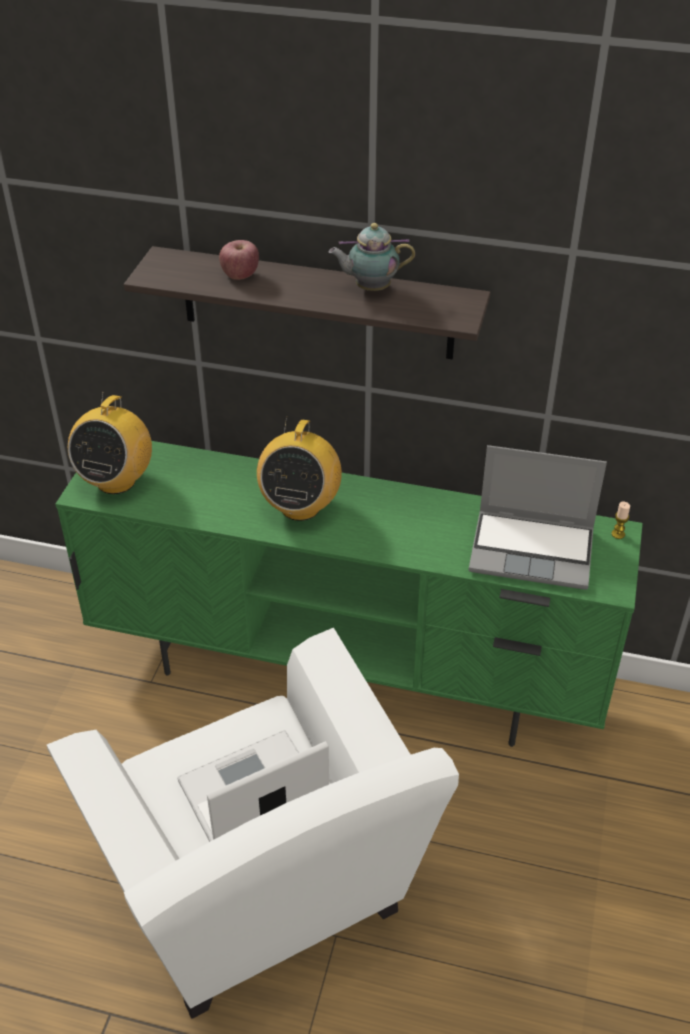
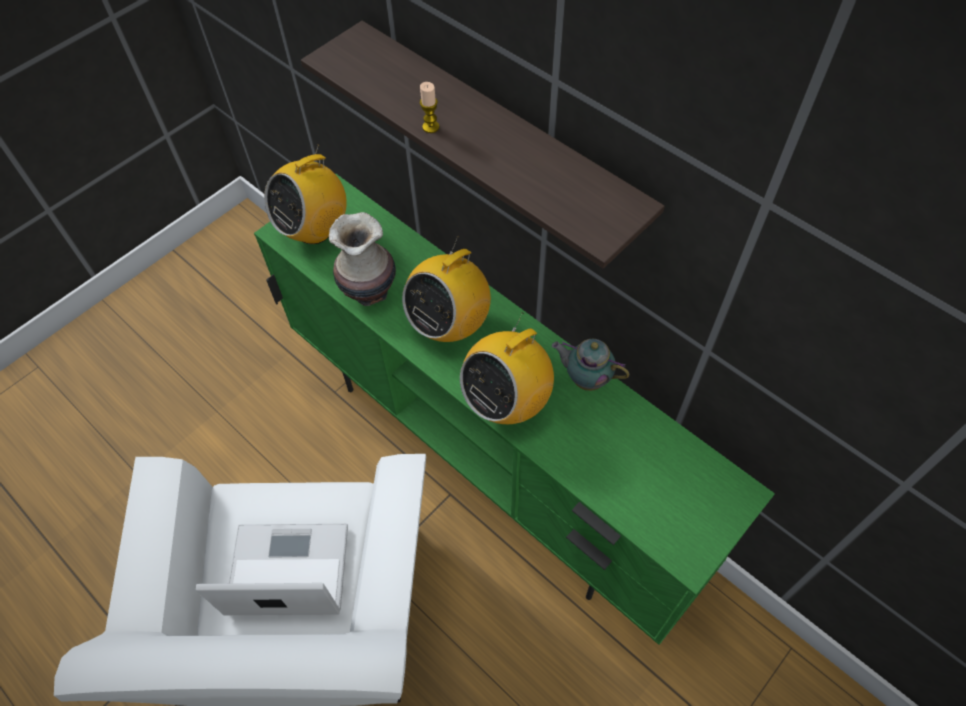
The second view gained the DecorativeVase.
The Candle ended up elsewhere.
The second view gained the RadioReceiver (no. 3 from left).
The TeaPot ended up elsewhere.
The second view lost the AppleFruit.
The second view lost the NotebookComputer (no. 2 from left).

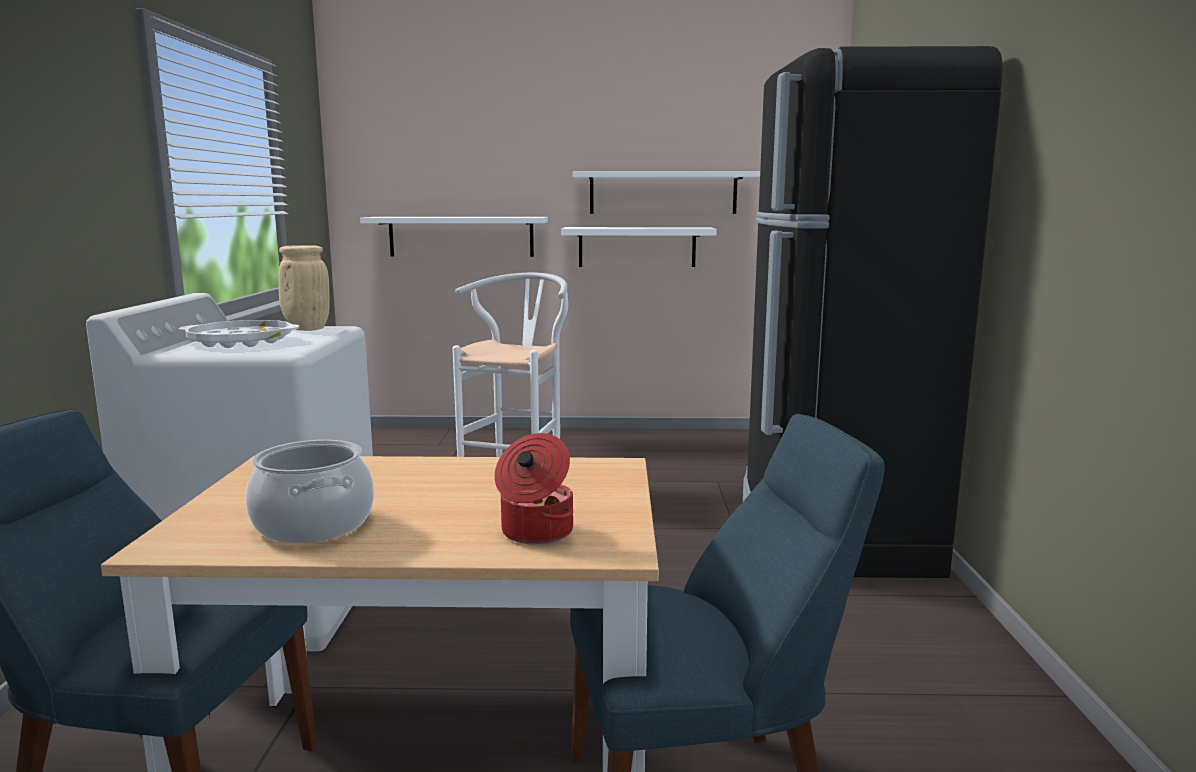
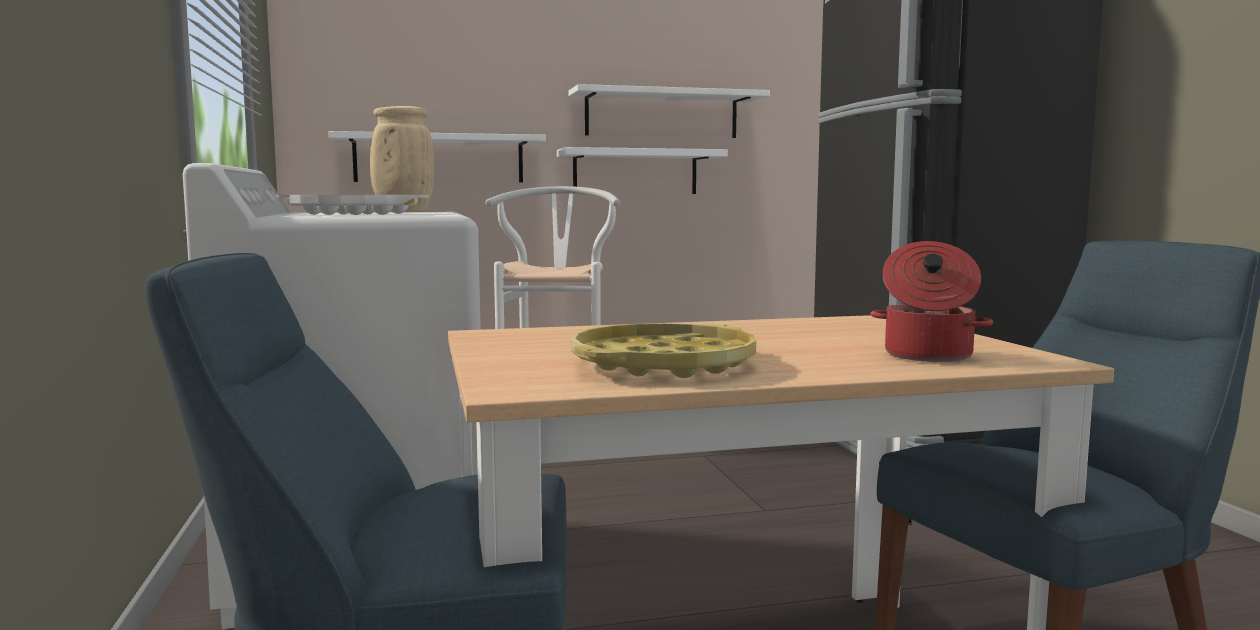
Where the Saucepot (no. 1 from left) stood, the YellowishServingTray came to stand.

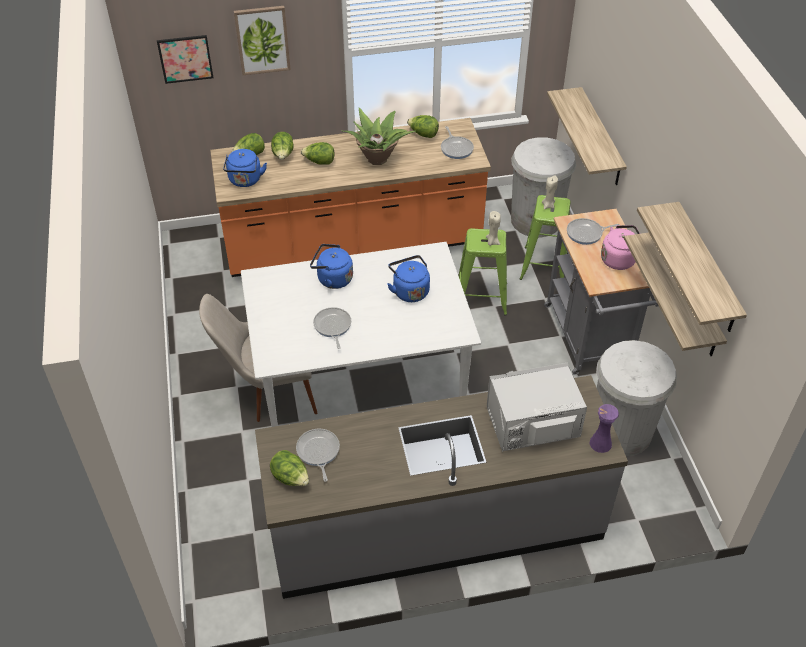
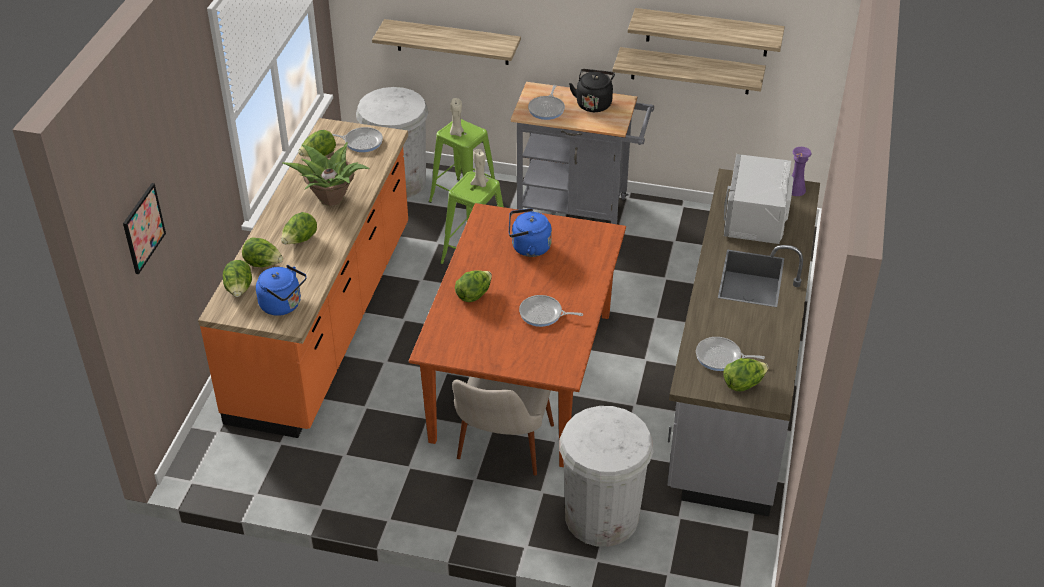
What was the WhiteColouredDiningTable turned into the BrownDiningTable.
Where the BlueKettle (no. 2 from left) stood, the LettuceHead (no. 5 from left) came to stand.
The WhiteColouredWasteBin (no. 2 from left) ended up elsewhere.
What was the PinkKettle turned into the BlackishKettle.
The second view lost the Picture (no. 2 from left).

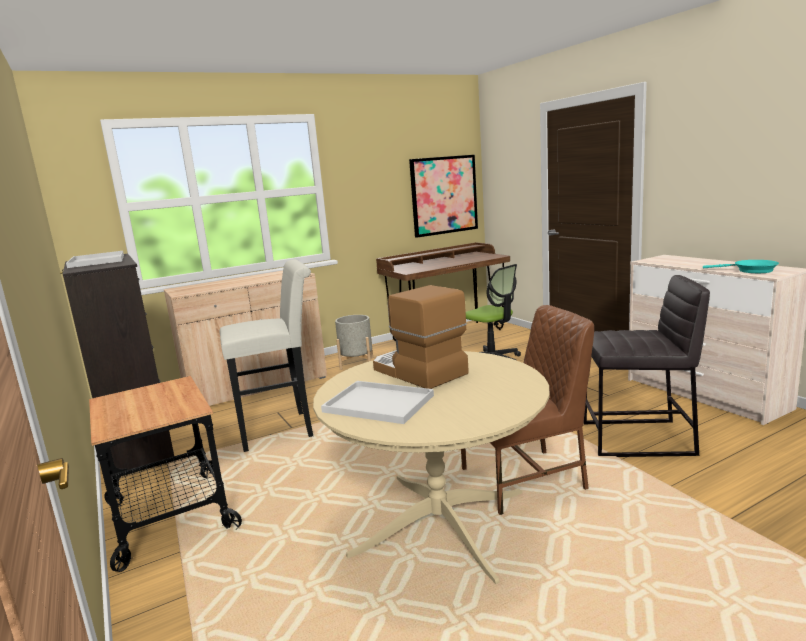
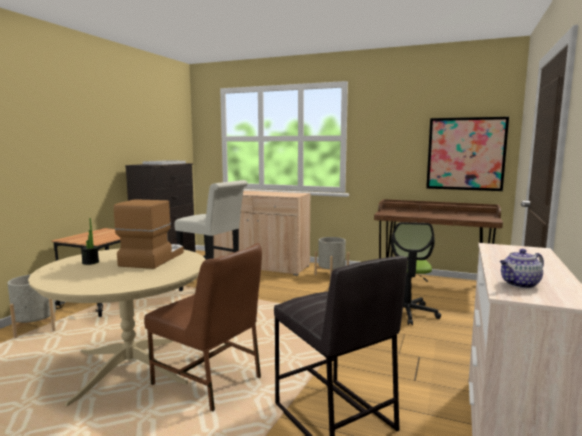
The second view gained the GrayPlantPot (no. 1 from left).
Where the WhiteColouredServingTray (no. 2 from left) stood, the Houseplant came to stand.
Where the TurquoiseFryingPan stood, the TeaPot came to stand.

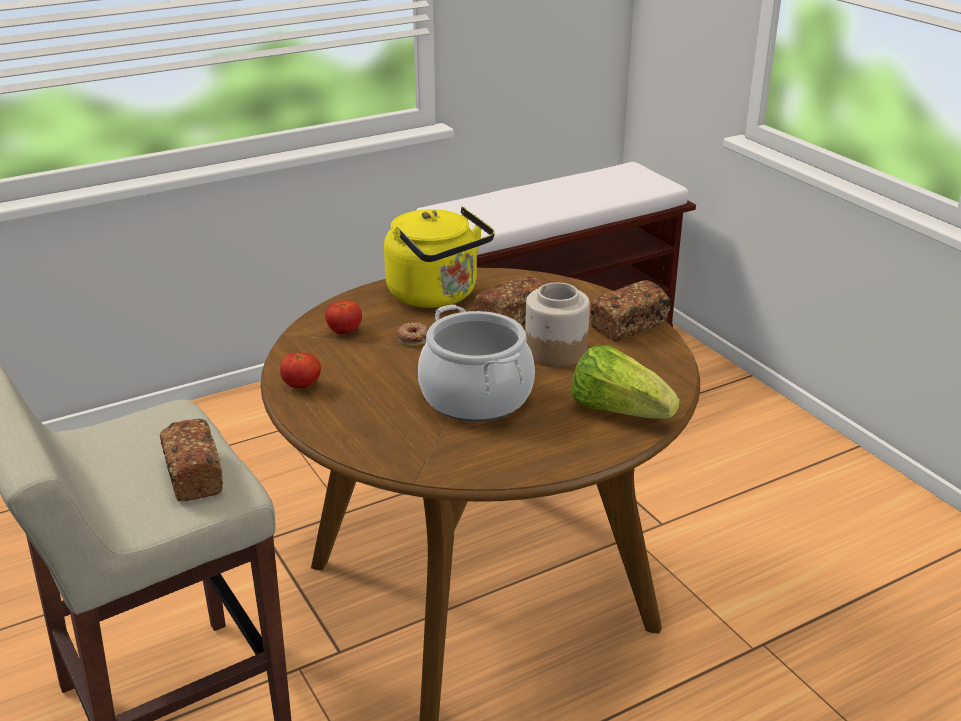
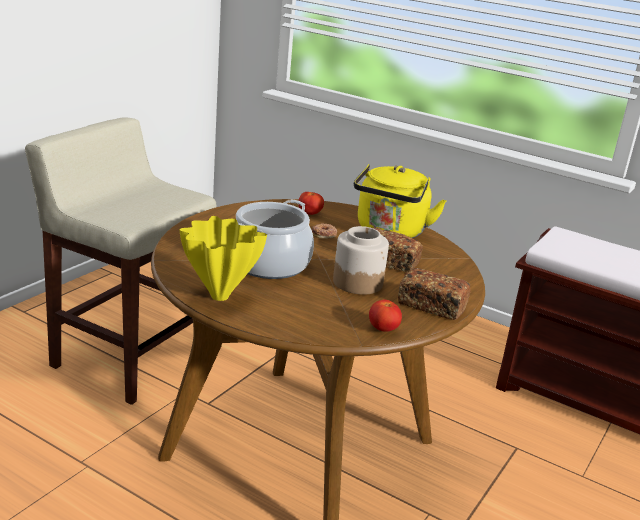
The second view gained the YellowishDecorativeVase.
The FreshTomato (no. 1 from left in the first image) ended up elsewhere.
The second view lost the BakedBread (no. 1 from left).
The second view lost the LettuceHead.

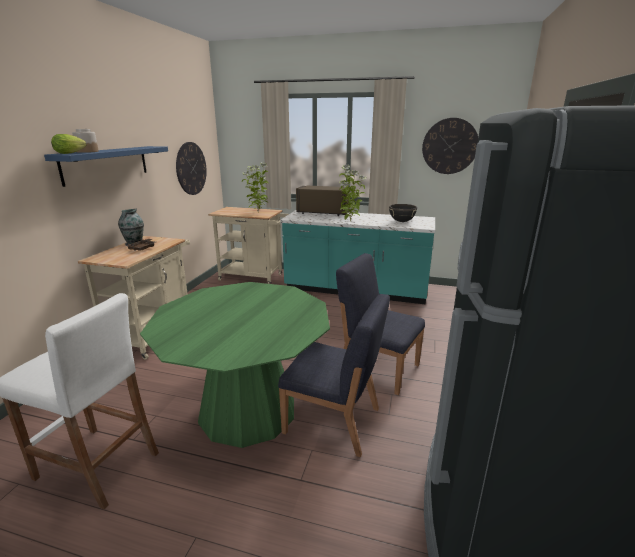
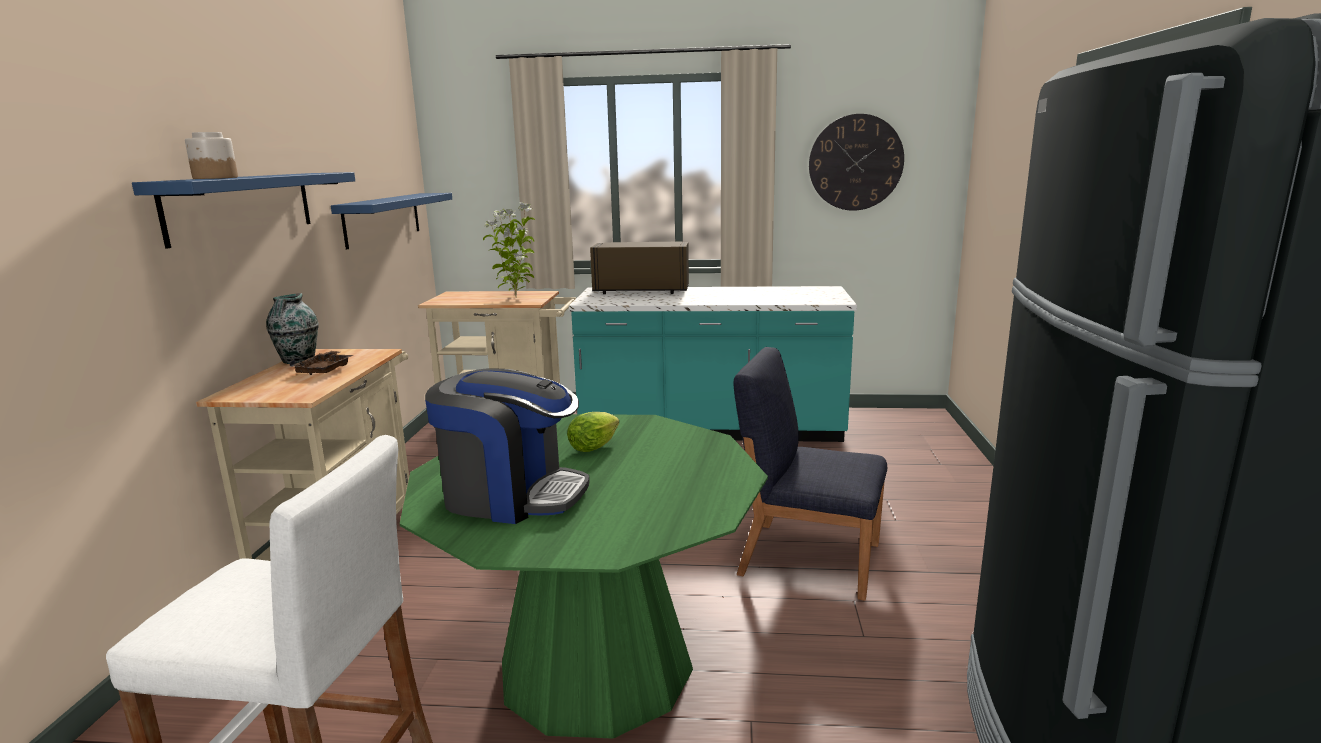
Where the ClockOnTheWall (no. 1 from left) hung, the BlueShelf (no. 2 from left) came to hang.
The second view gained the CoffeeBrewer.
The LettuceHead ended up elsewhere.
The second view lost the BlueUprightChair (no. 1 from left).
The second view lost the Houseplant (no. 2 from left).
The second view lost the BlackishSaucepot.

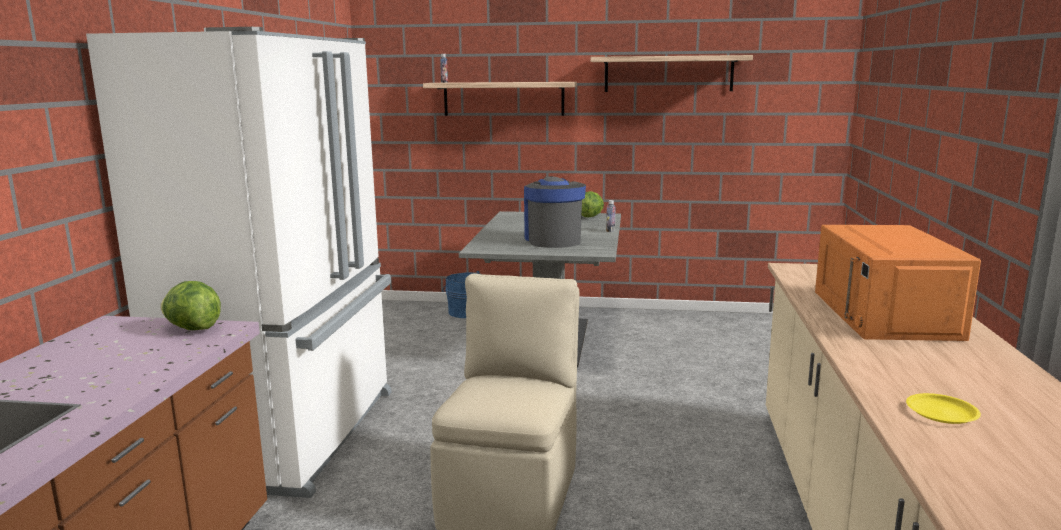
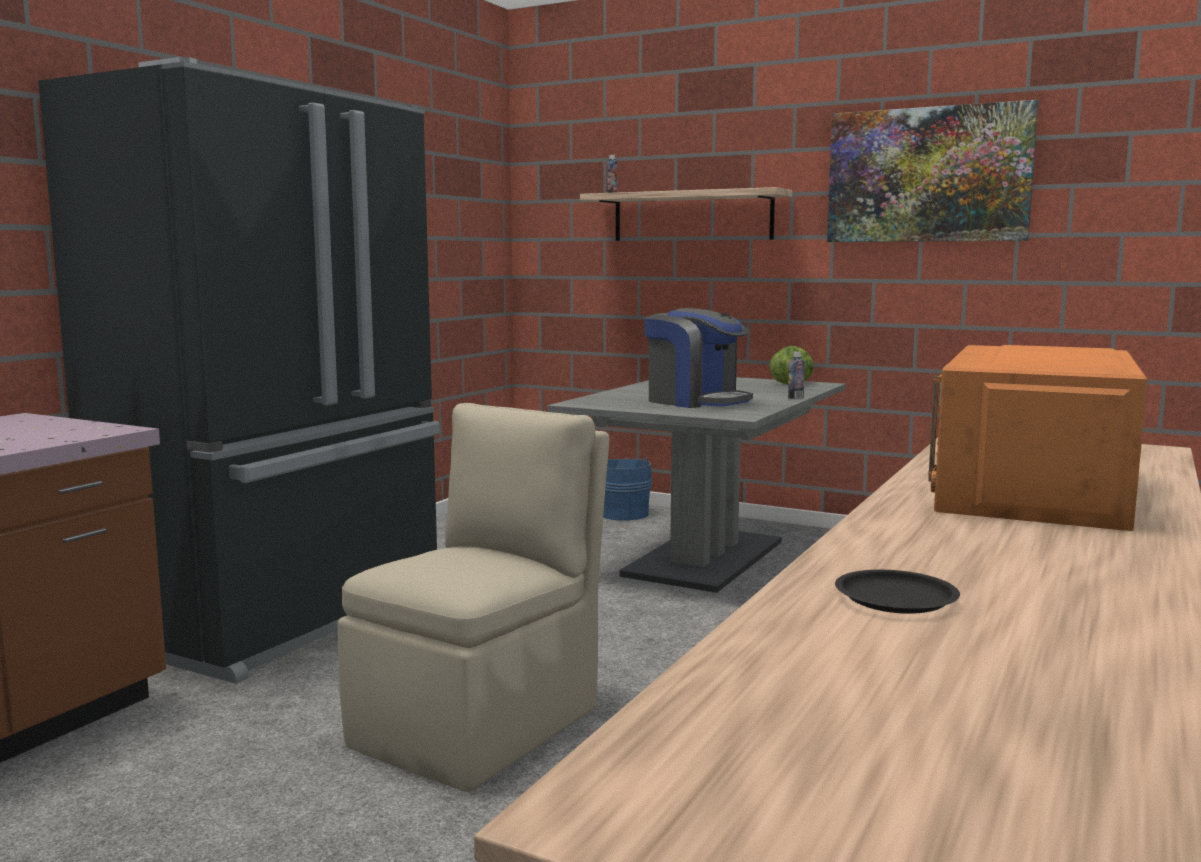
What was the WhiteColouredRefrigerator turned into the BlackishRefrigerator.
The CoffeeBrewer ended up facing another way, 120 degrees clockwise from before.
Where the Shelf (no. 2 from left) hung, the Picture came to hang.
What was the YellowishDinnerPlate turned into the BlackishDinnerPlate.
The second view lost the LettuceHead (no. 1 from left).

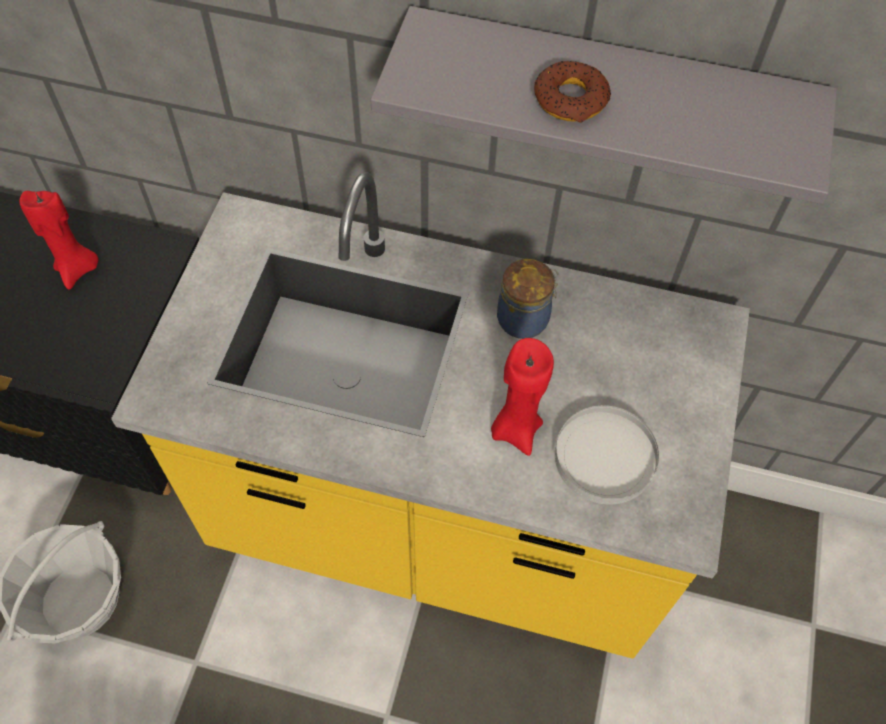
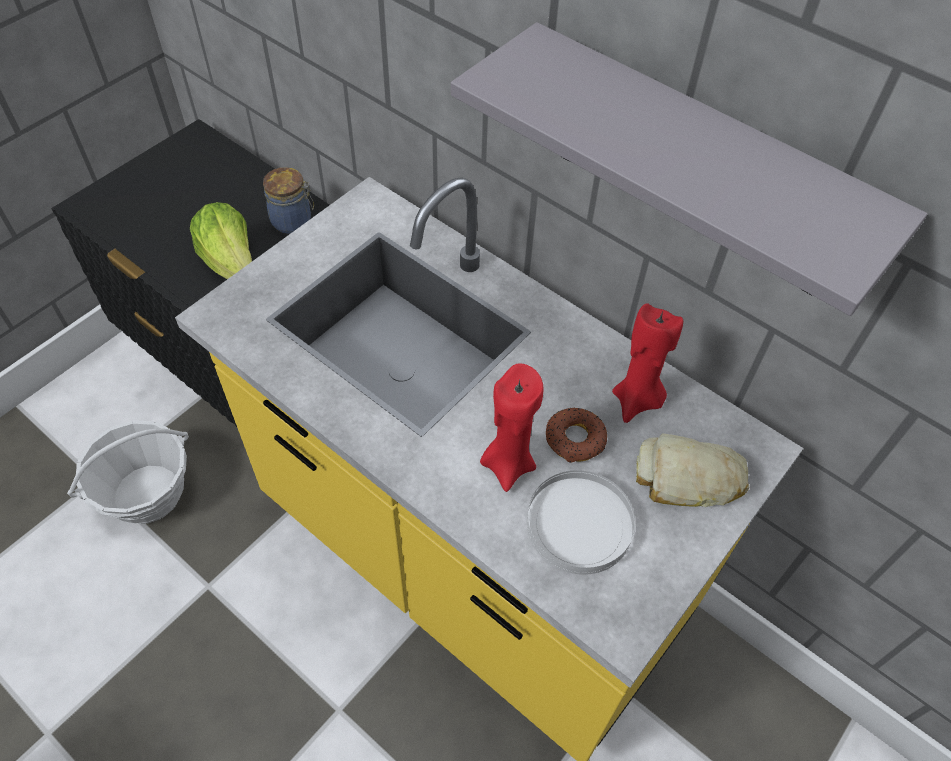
The second view gained the LettuceHead.
The StorageJar ended up elsewhere.
The Doughnut ended up elsewhere.
The RedCandle (no. 1 from left in the first image) ended up elsewhere.
The second view gained the BakedBread.

